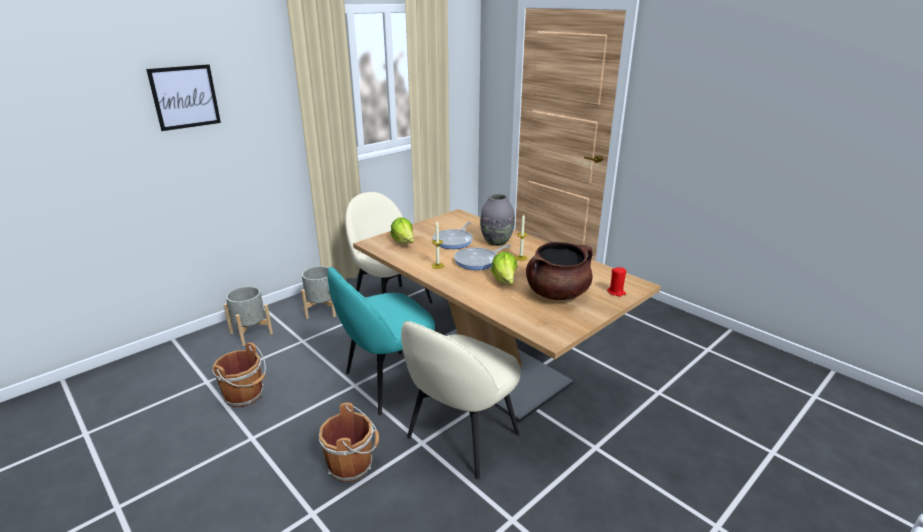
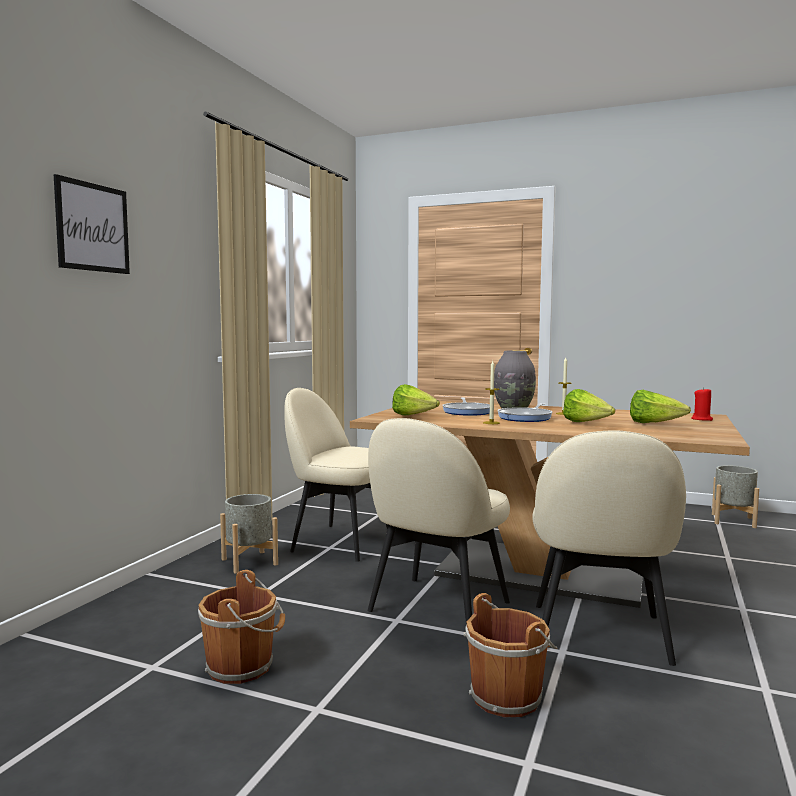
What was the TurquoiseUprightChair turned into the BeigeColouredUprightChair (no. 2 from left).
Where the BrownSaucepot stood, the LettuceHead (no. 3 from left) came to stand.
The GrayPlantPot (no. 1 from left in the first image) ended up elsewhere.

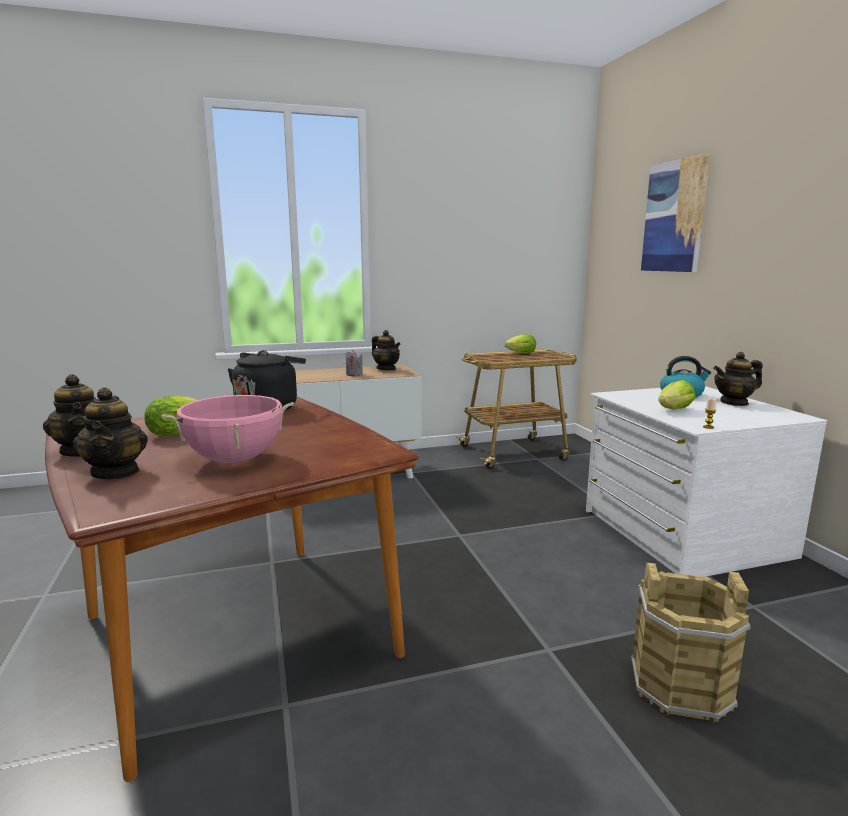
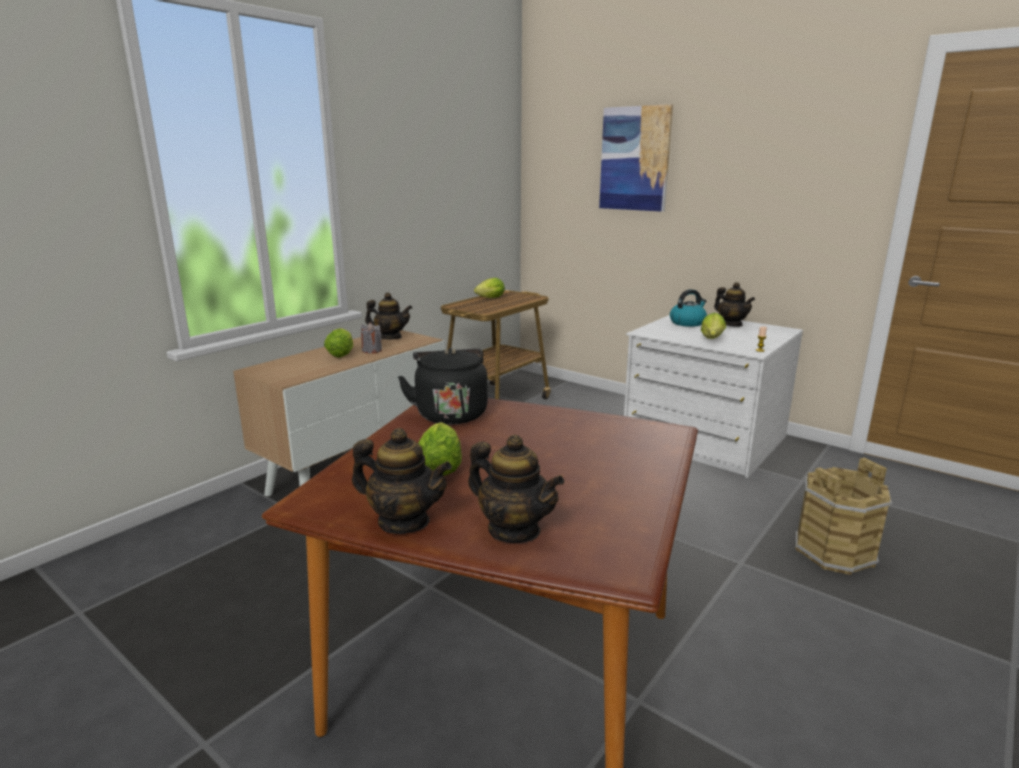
The second view gained the LettuceHead (no. 1 from left).
The TeaPot (no. 4 from left) ended up facing another way, 75 degrees counterclockwise from before.
The second view lost the PinkSaucepot.

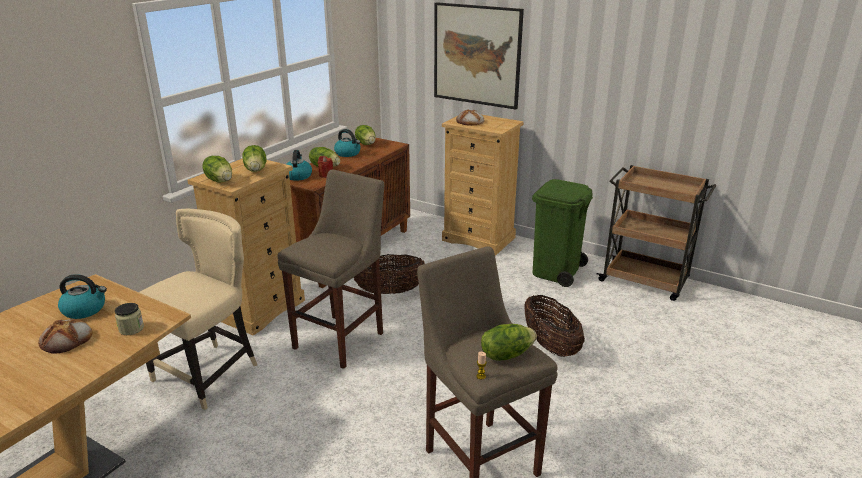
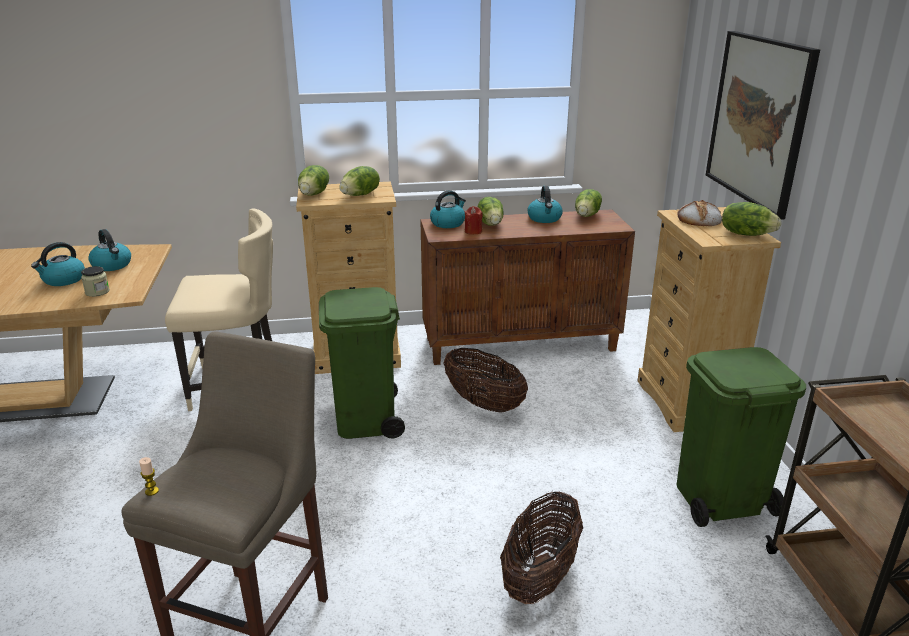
Where the BakedBread (no. 1 from left) stood, the Kettle (no. 1 from left) came to stand.
Where the BeigeColouredStoolSeat (no. 1 from left) stood, the GreenWasteBin (no. 1 from left) came to stand.
The LettuceHead (no. 5 from left) ended up elsewhere.

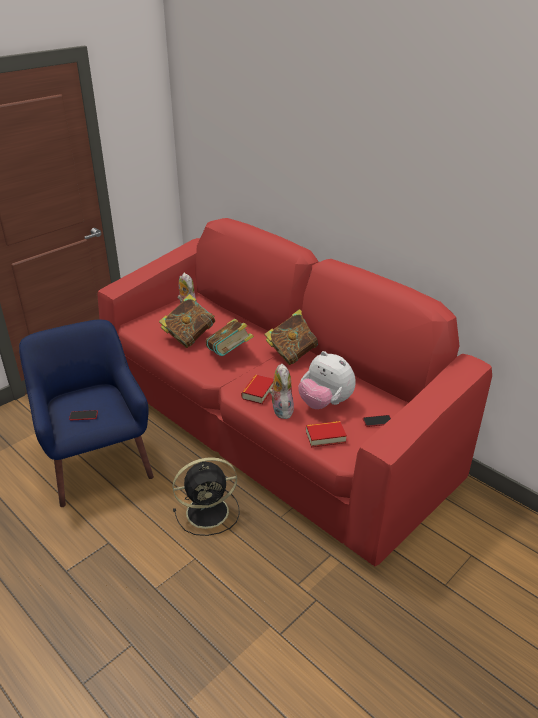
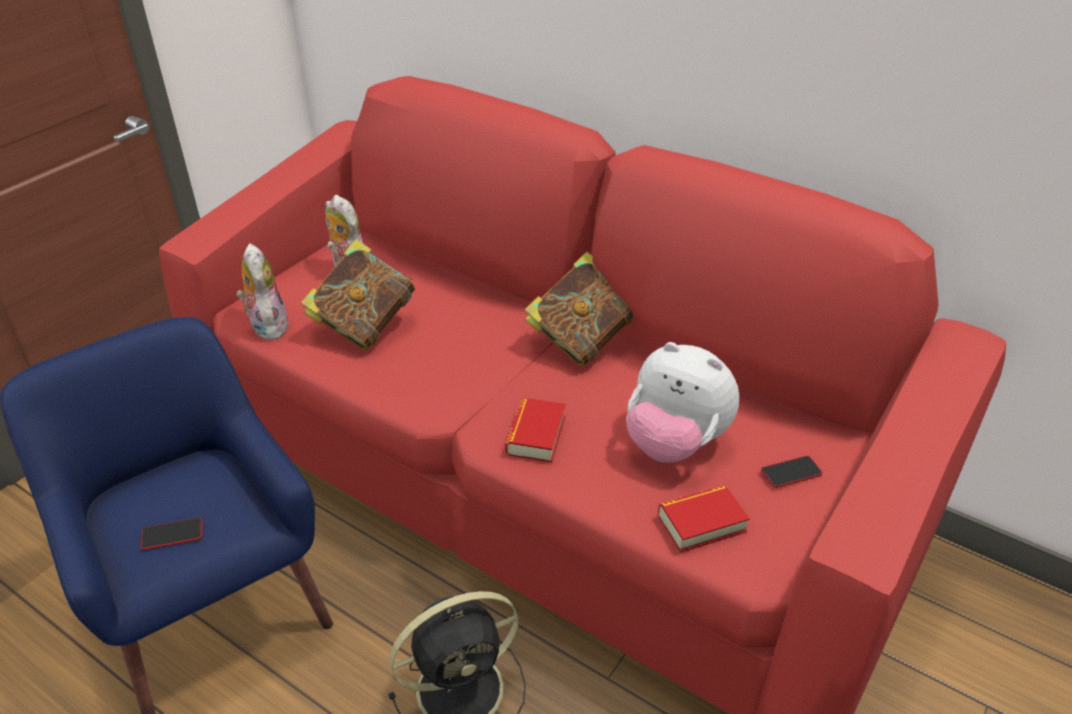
The PlushToy (no. 2 from left in the first image) ended up elsewhere.
The second view lost the Book (no. 2 from left).

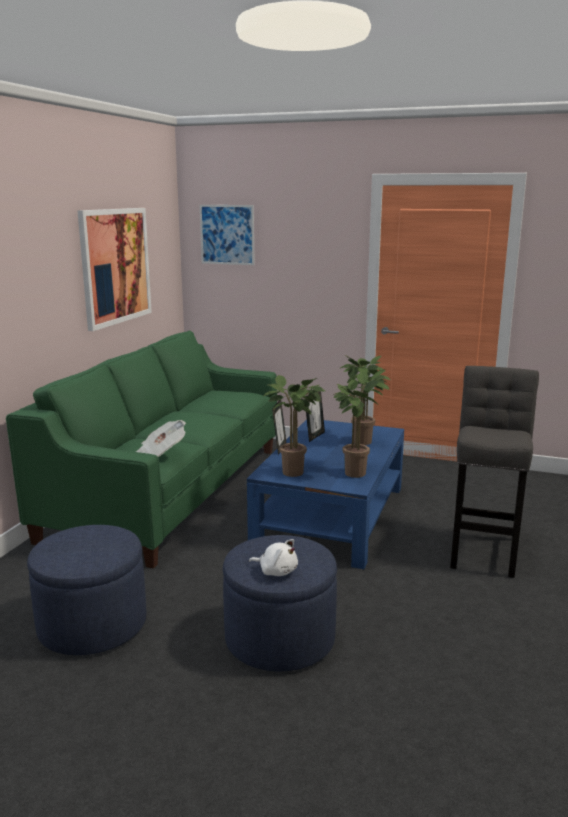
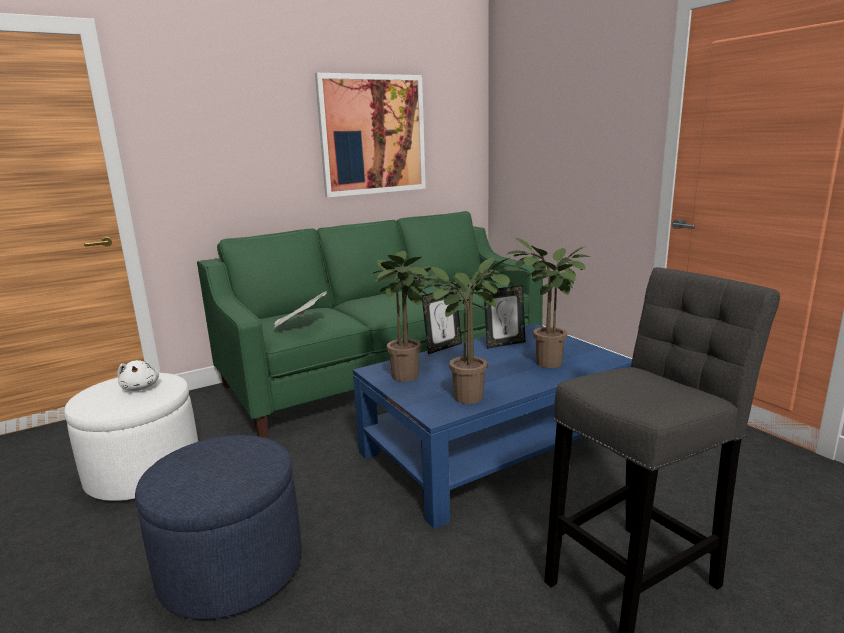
What was the BlueFootrest (no. 1 from left) turned into the WhiteColouredFootrest.
The WhiteColouredPlushToy ended up elsewhere.
The second view lost the Picture (no. 2 from left).

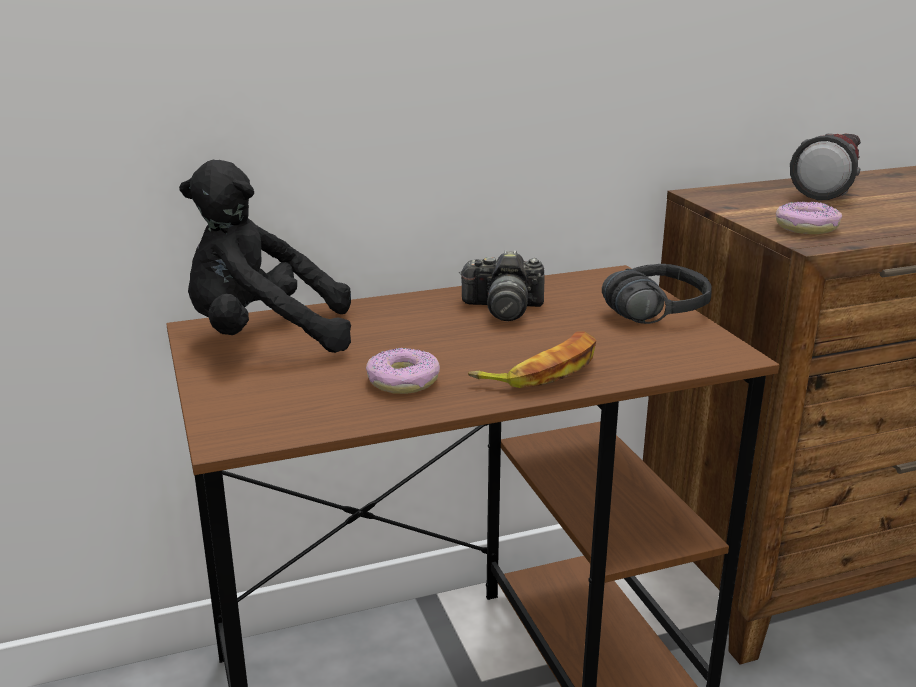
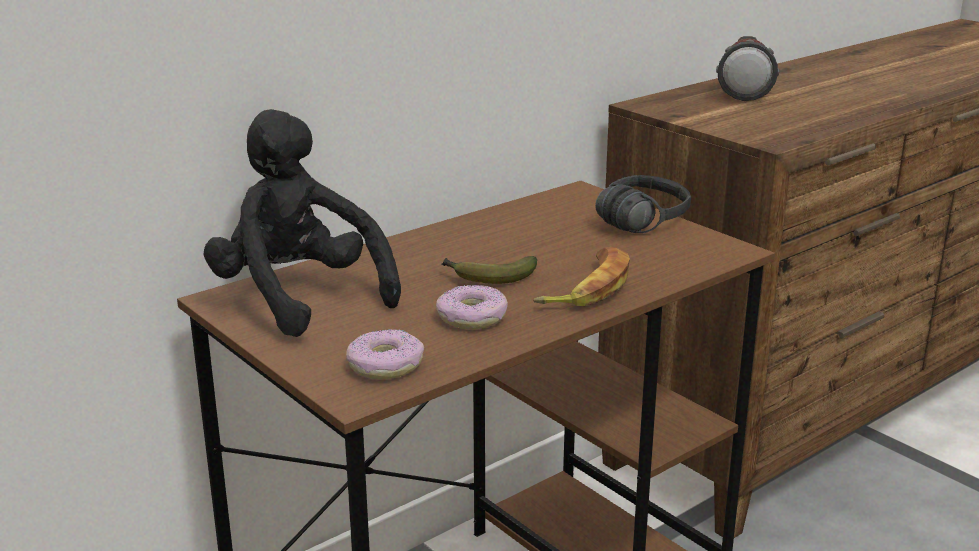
The BlackishPlushToy ended up facing another way, 75 degrees clockwise from before.
The Doughnut (no. 2 from left in the first image) ended up elsewhere.
The second view gained the BananaFruit (no. 1 from left).
The second view lost the PhotoCamera.

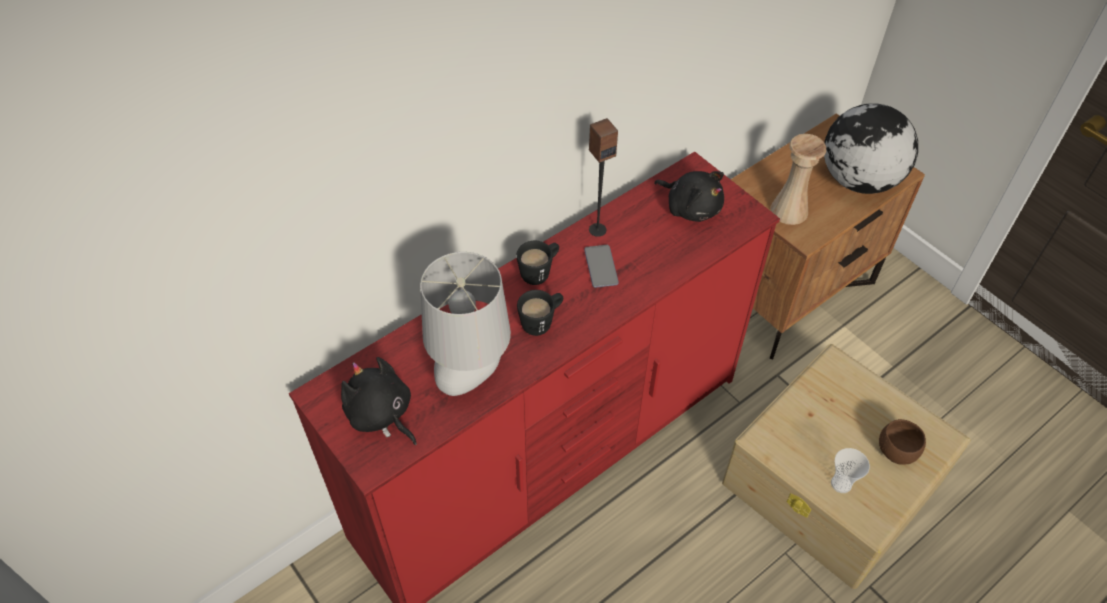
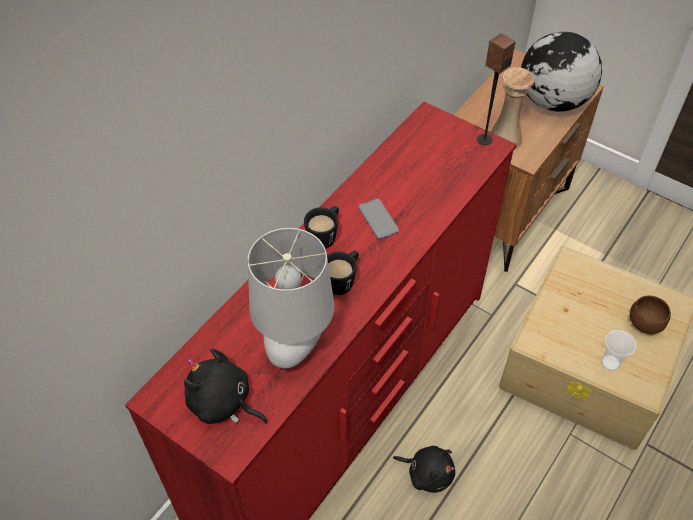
The BlackishPlushToy (no. 2 from left) ended up elsewhere.
The Loudspeaker ended up elsewhere.

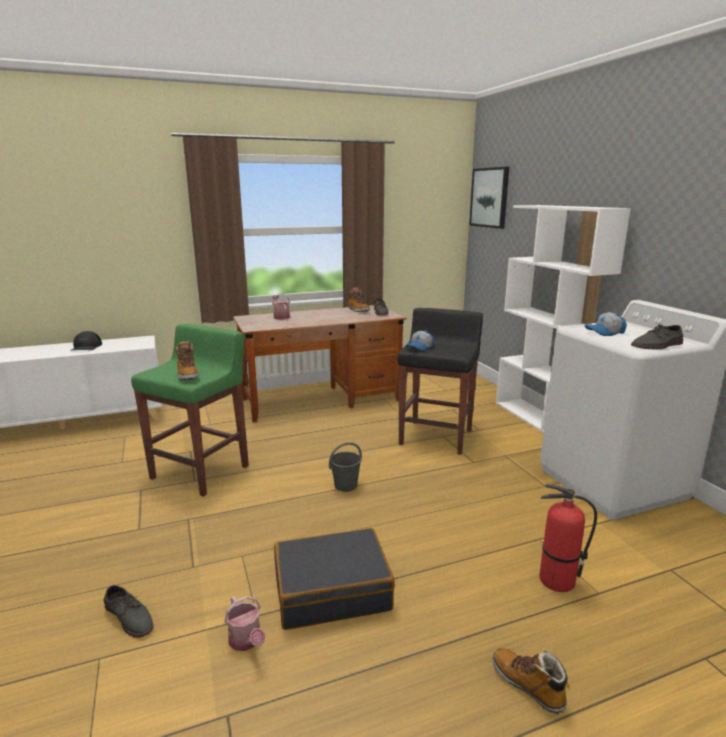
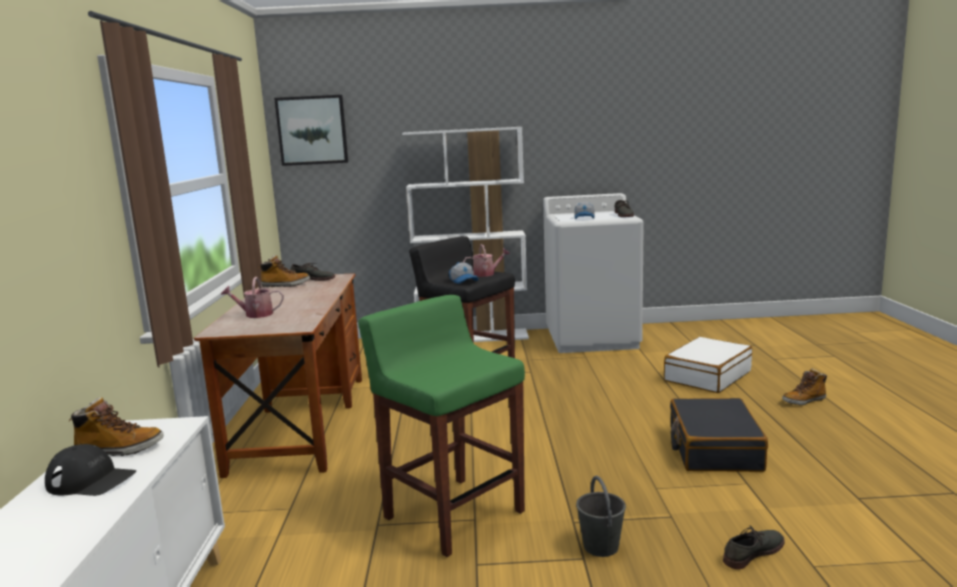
The Boot (no. 1 from left) ended up elsewhere.
The WateringCan (no. 1 from left in the first image) ended up elsewhere.
The GrayBucket ended up elsewhere.
Where the Extinguisher stood, the WhiteColouredTravelCase came to stand.

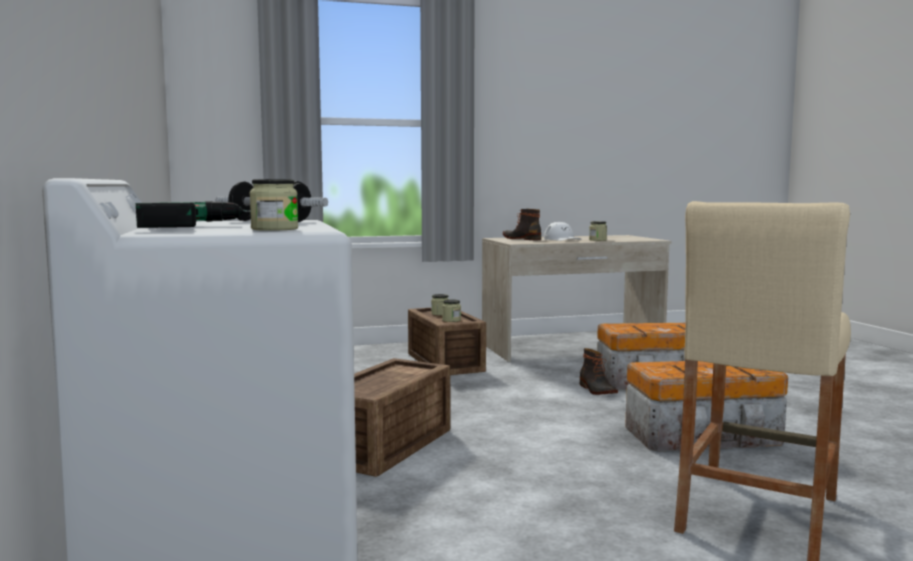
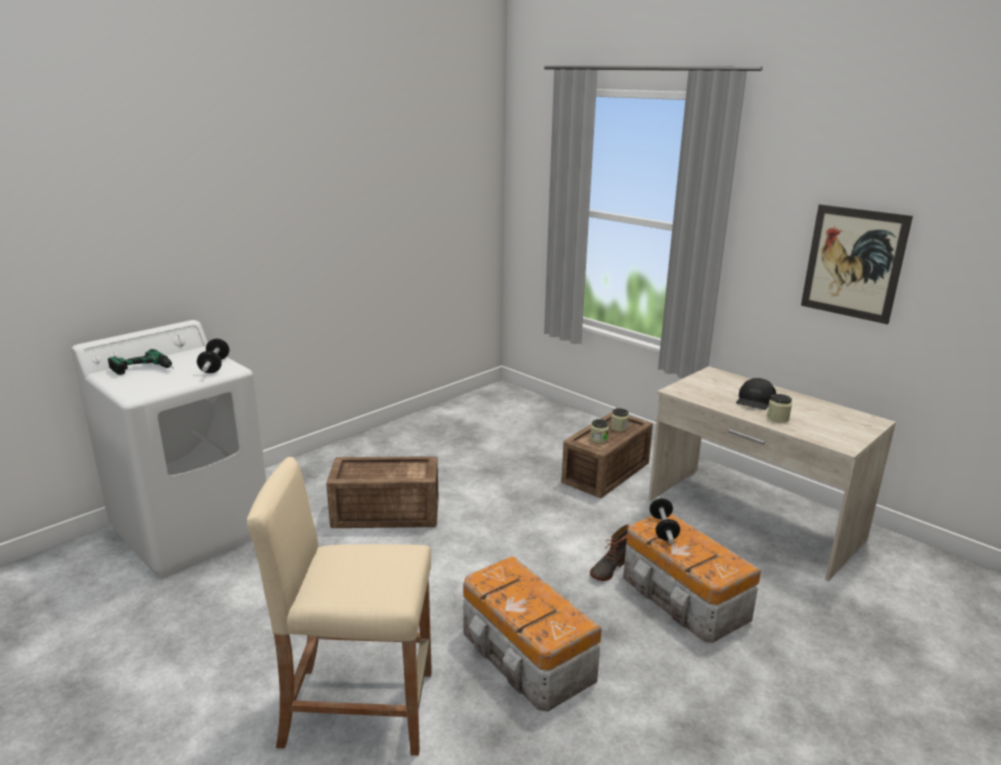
The second view gained the FreeWeight (no. 2 from left).
What was the WhiteColouredCap turned into the BlackishCap.
The second view gained the Picture.
The second view lost the StorageJar (no. 1 from left).
The second view lost the Boot (no. 1 from left).

